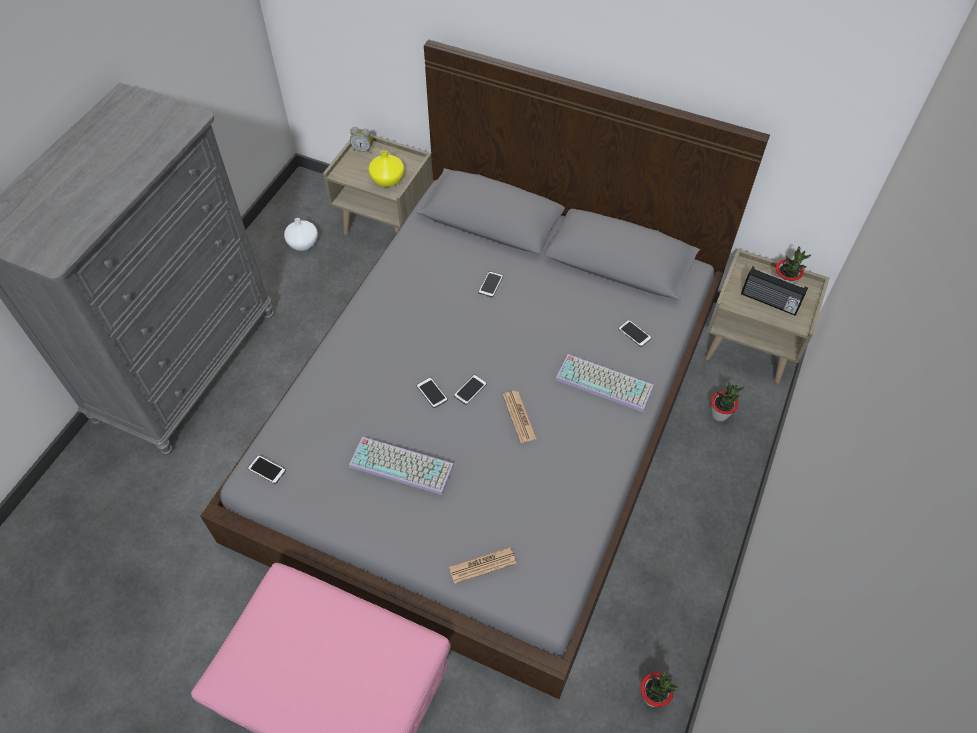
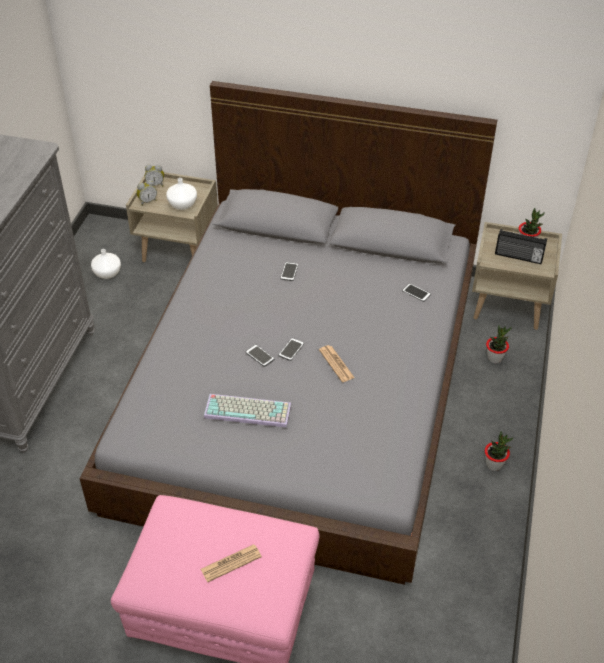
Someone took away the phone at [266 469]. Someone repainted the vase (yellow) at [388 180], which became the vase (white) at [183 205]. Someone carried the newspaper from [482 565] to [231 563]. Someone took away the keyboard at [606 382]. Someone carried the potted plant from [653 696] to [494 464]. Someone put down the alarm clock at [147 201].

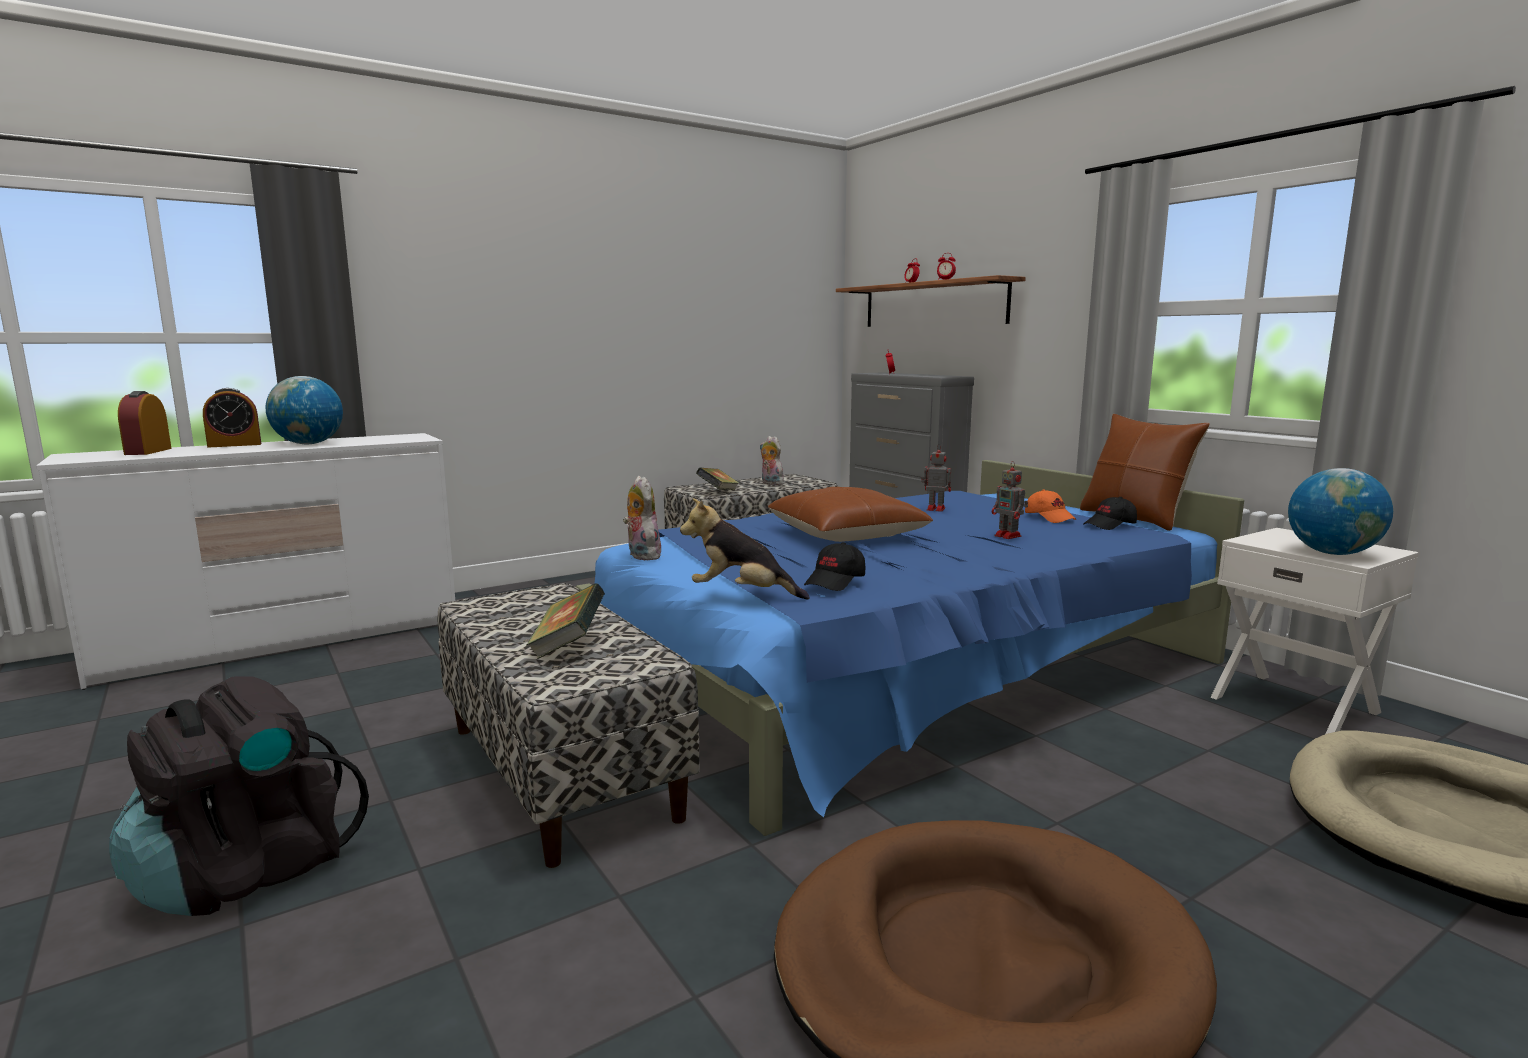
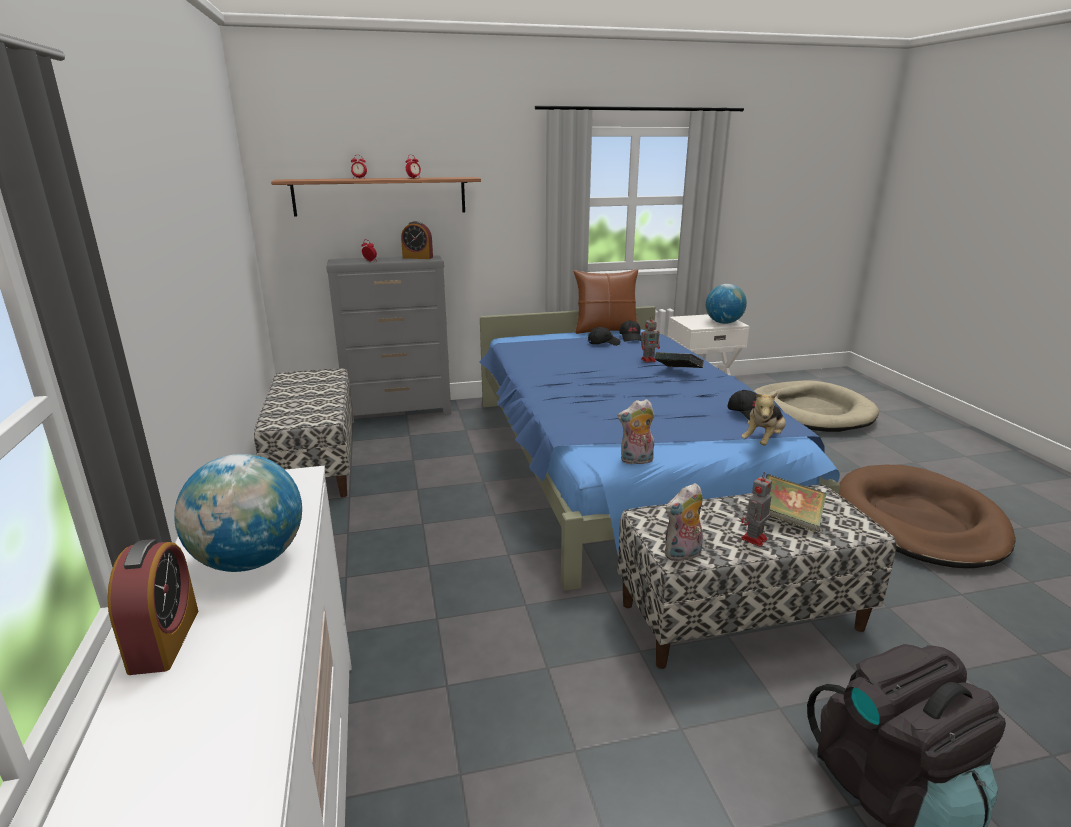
Someone carried the alarm clock from [148 451] to [417 257]. Someone carried the book from [718 492] to [678 372]. Someone carried the plush toy from [770 483] to [682 555]. Someone took away the pillow (brown) at [846 534]. Someone carried the toy robot from [934 509] to [753 539]. Someone repainted the cap (orange) at [1050 518], which became the cap (black) at [603 343].

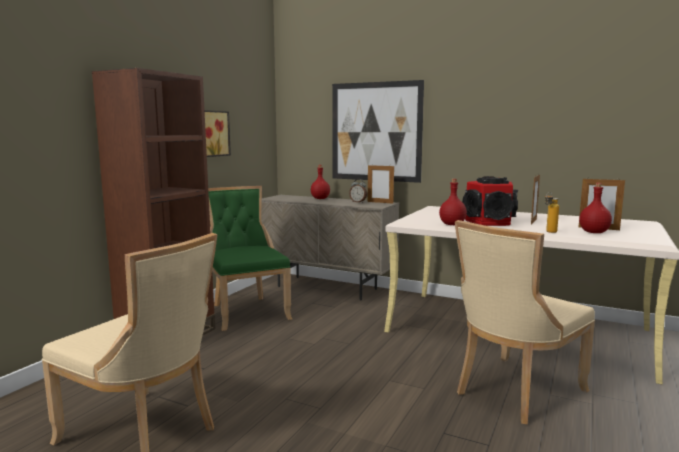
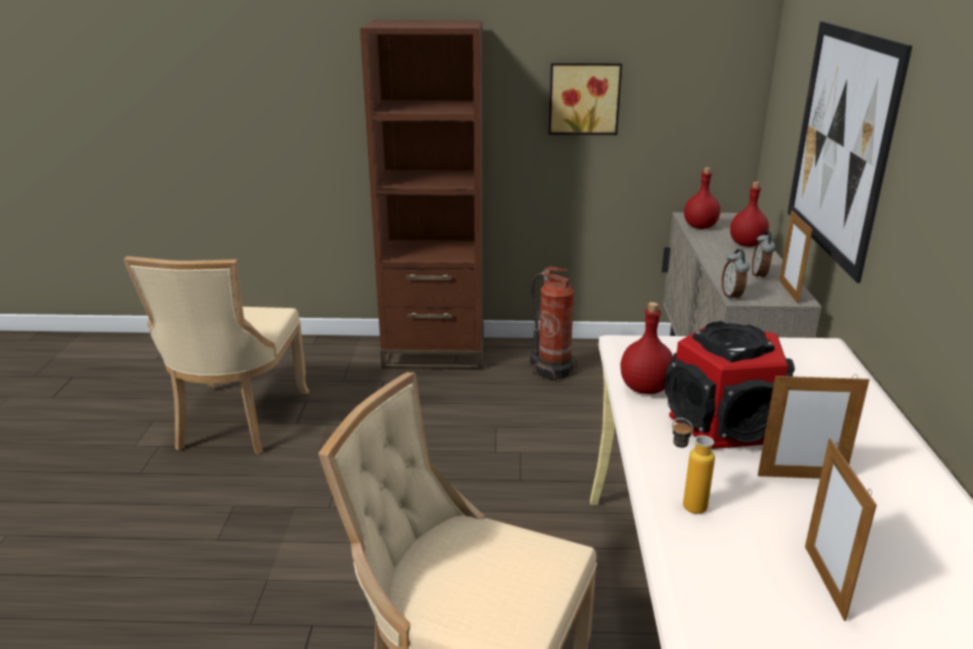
Someone swapped the chair (green) at [247 311] for the fire extinguisher at [552 370]. Someone carried the bottle (red) from [593 232] to [700 227]. Someone put down the alarm clock at [732 296].

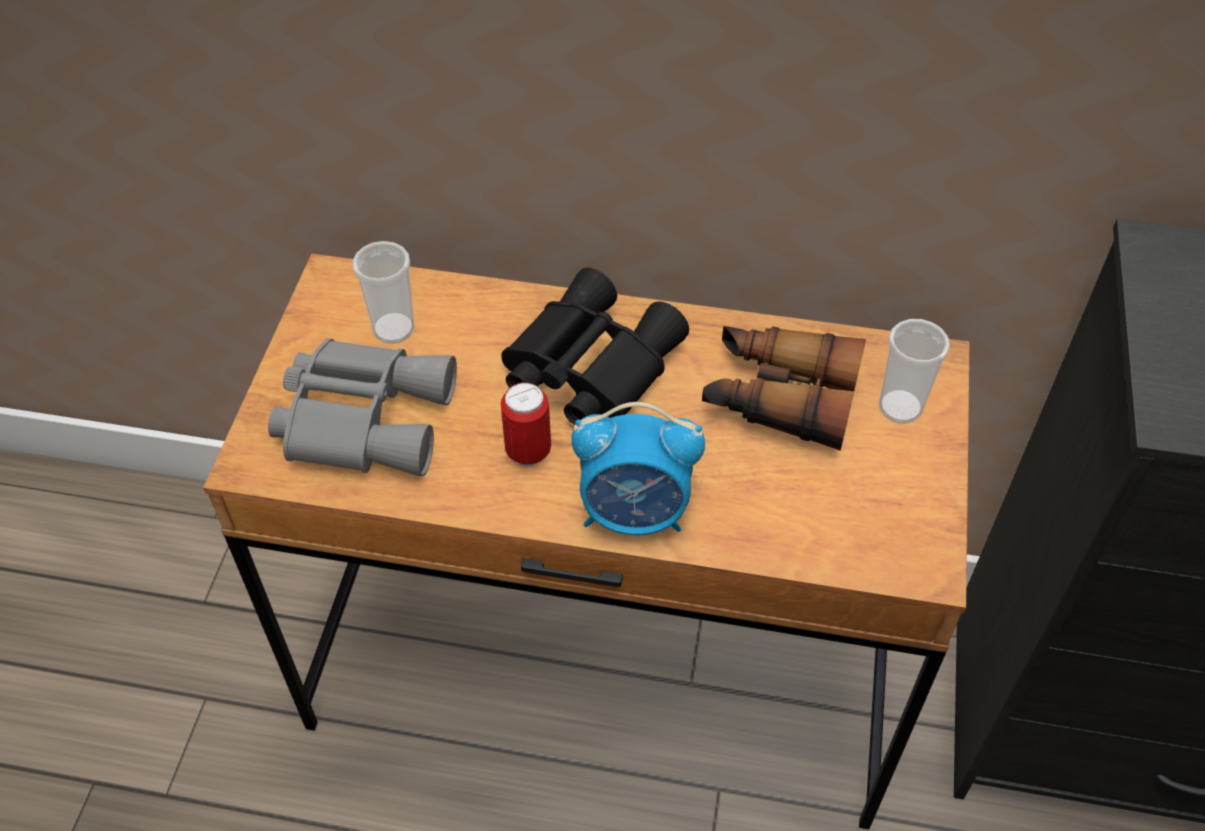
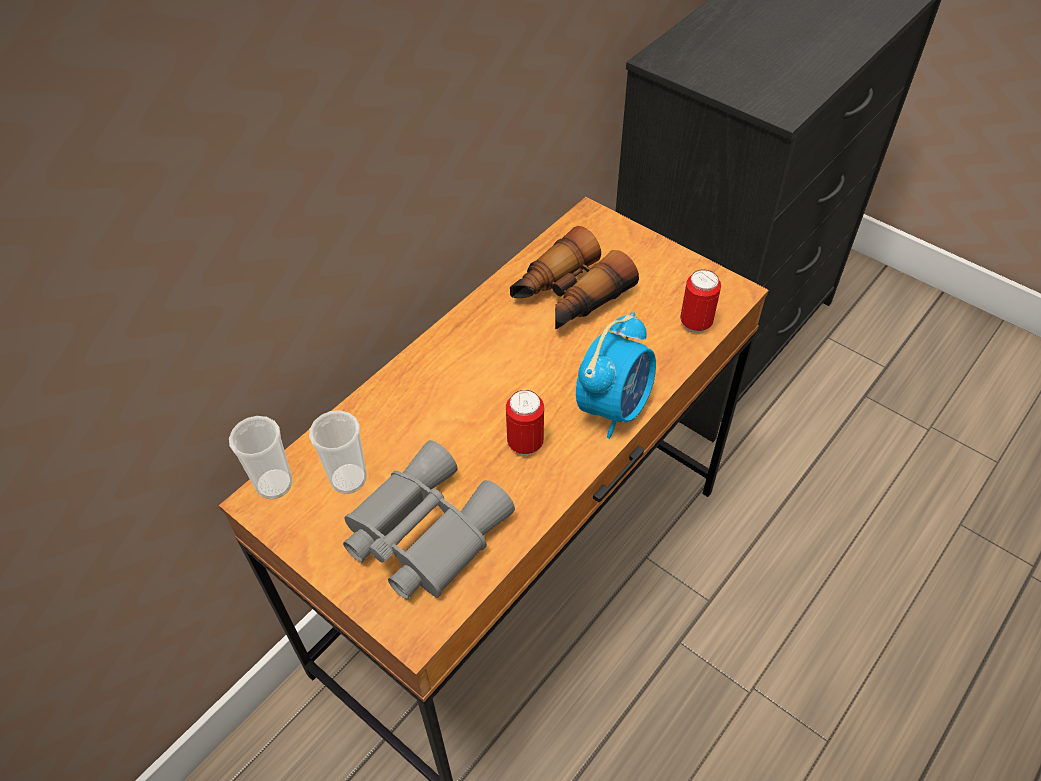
Someone took away the binoculars (black) at [586 366]. Someone carried the cup from [900 407] to [274 484]. Someone put down the can at [695 323].

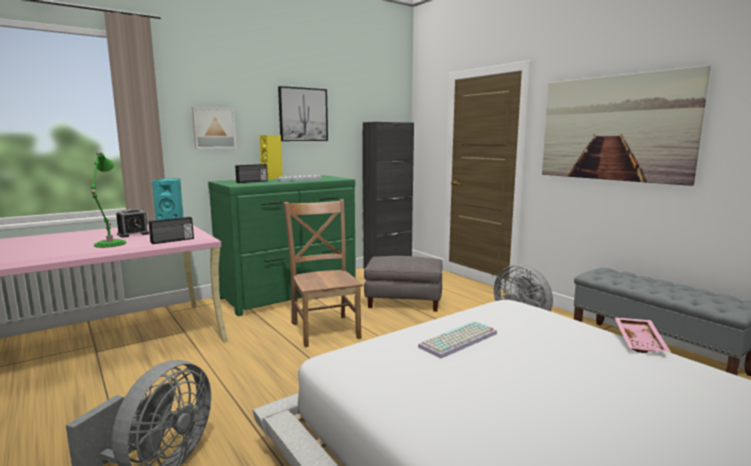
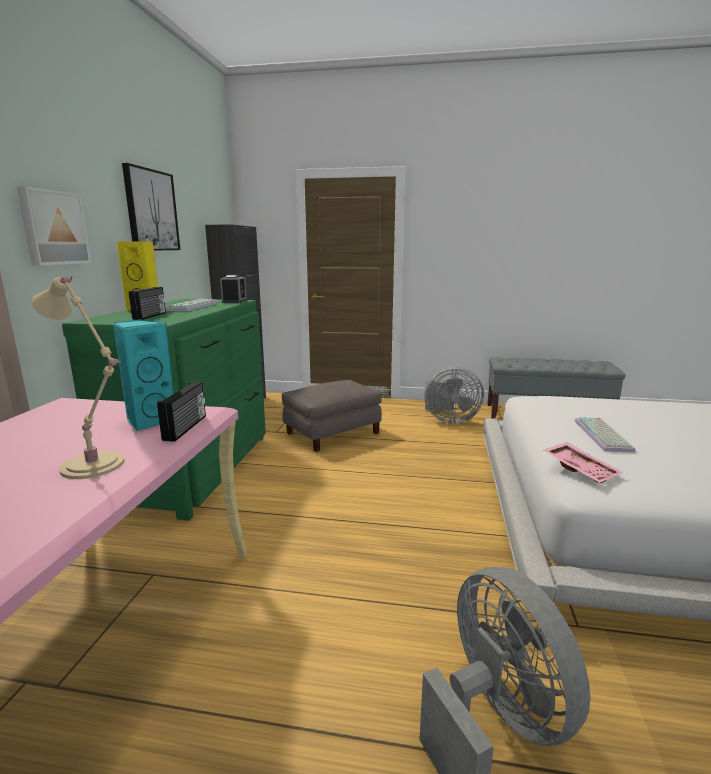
Someone repainted the table lamp (green) at [109 244], which became the table lamp (beige) at [95 467]. Someone carried the alarm clock from [133 234] to [234 301]. Someone took away the chair (brown) at [325 329]. Someone took away the picture at [614 128]. Someone carried the tray (pink) from [641 342] to [581 469].

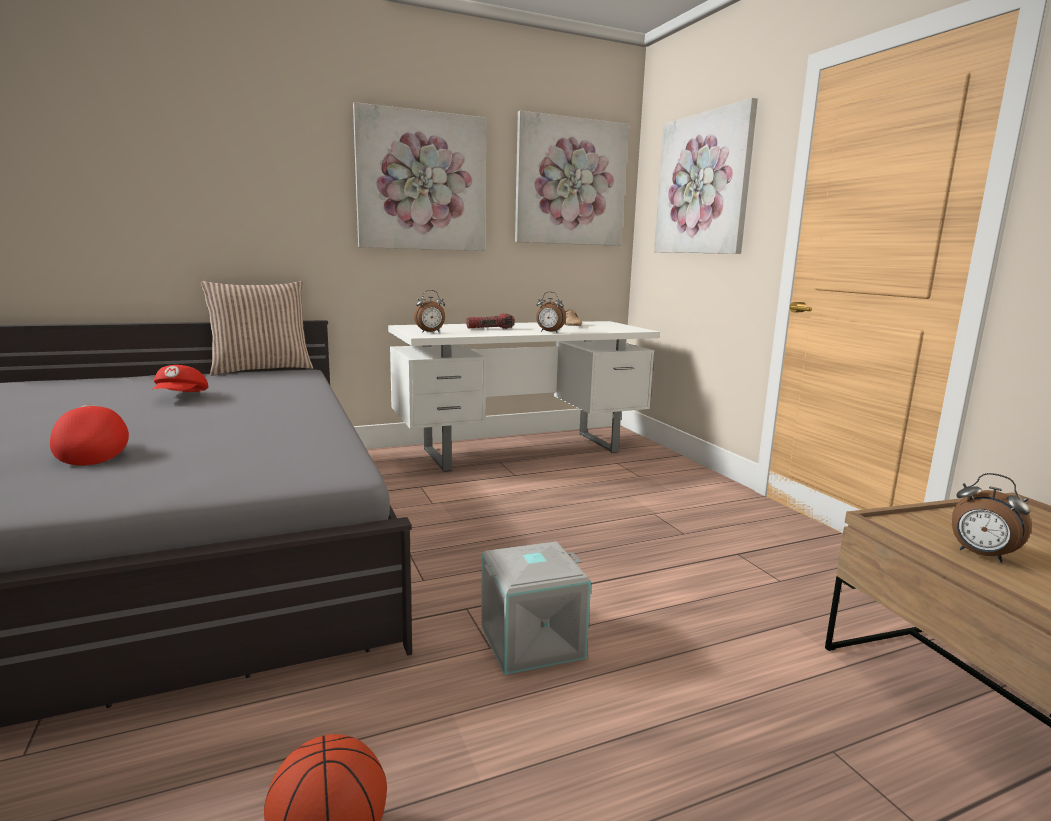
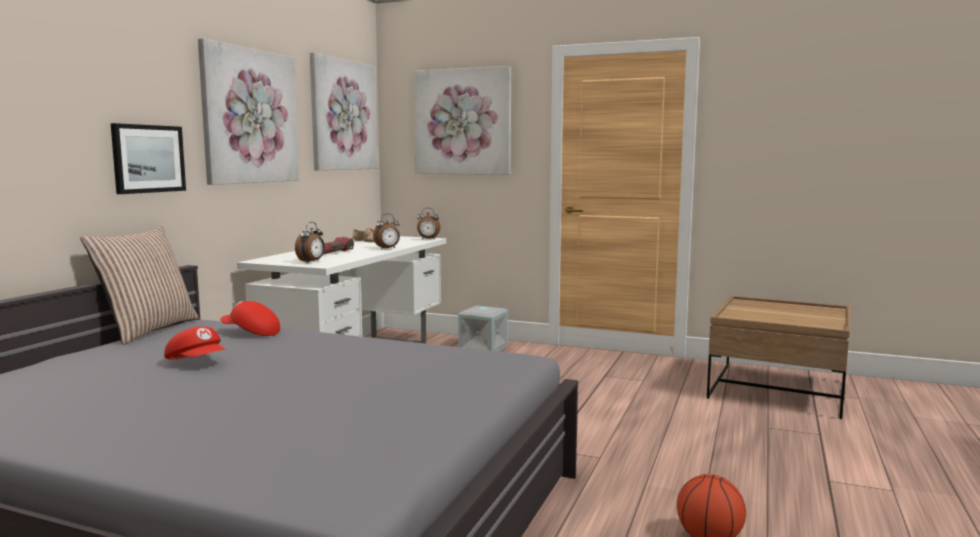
Someone carried the cap (red) from [92 453] to [251 333]. Someone carried the storage box (grey) from [531 642] to [484 348]. Someone carried the alarm clock from [980 555] to [428 239]. Someone put up the picture at [148 158].

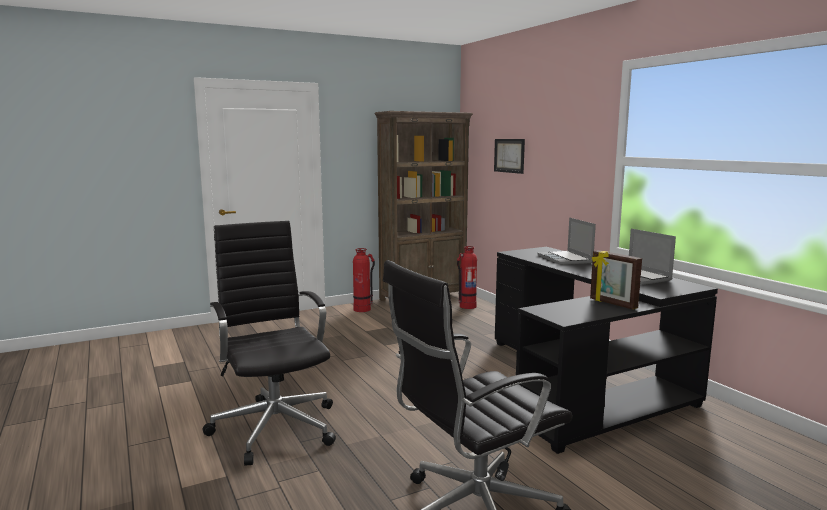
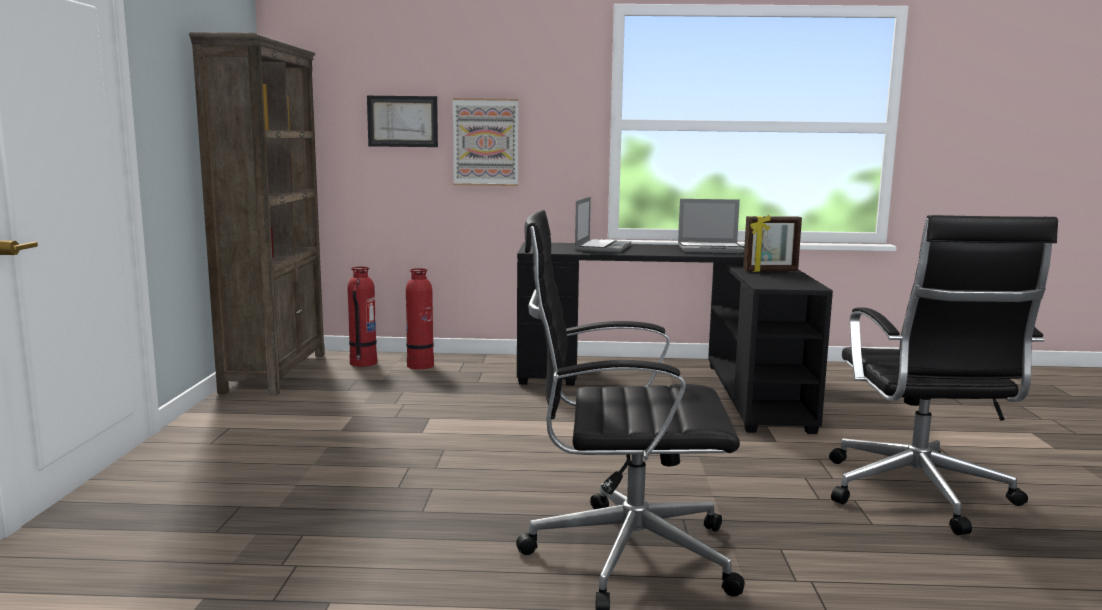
Someone carried the fire extinguisher from [362 309] to [421 365]. Someone rotated the laptop at [566 259] by 90 degrees counterclockwise. Someone put up the picture at [485 142].

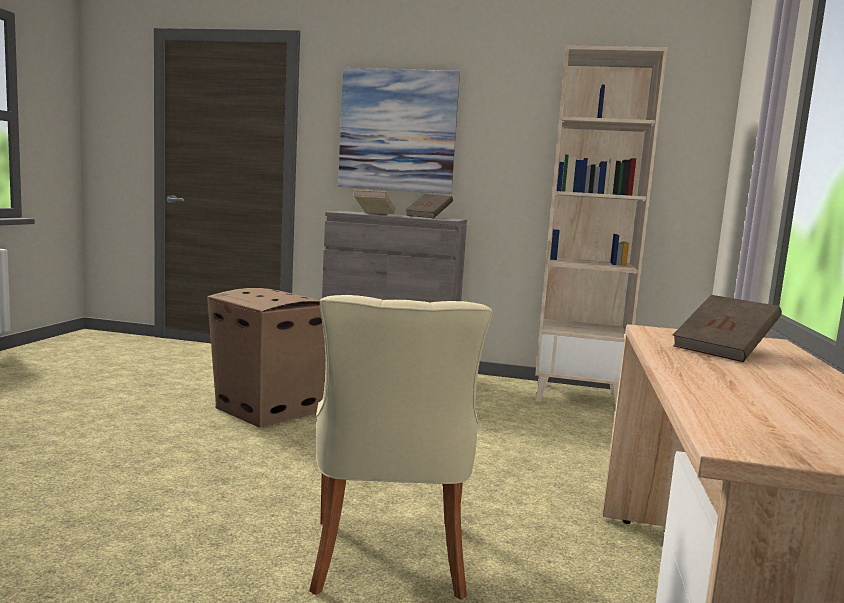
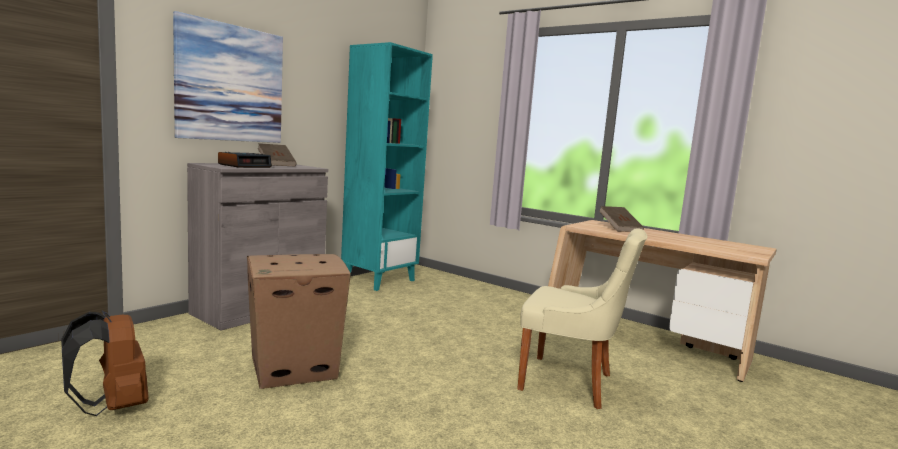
Someone swapped the book (beige) at [374 213] for the alarm clock at [245 166]. Someone repainted the bookcase (beige) at [577 396], which became the bookcase (turquoise) at [379 280]. Someone put down the backpack (brown) at [113 406].

